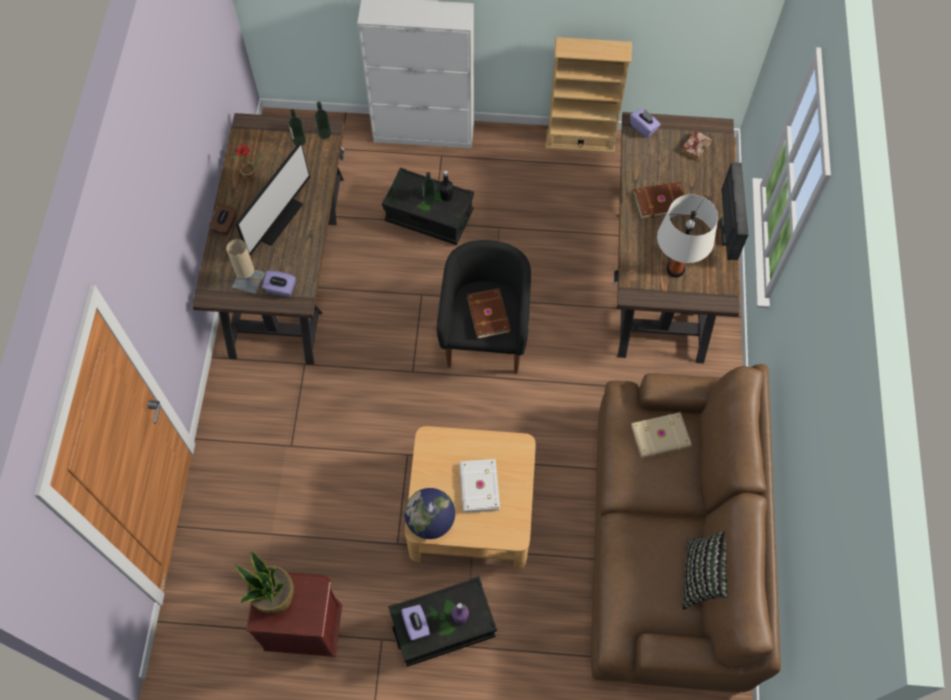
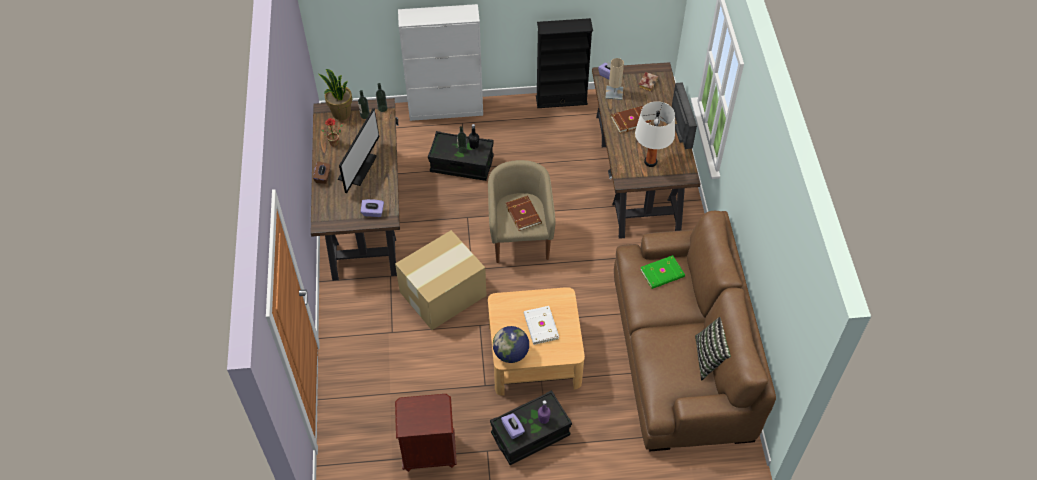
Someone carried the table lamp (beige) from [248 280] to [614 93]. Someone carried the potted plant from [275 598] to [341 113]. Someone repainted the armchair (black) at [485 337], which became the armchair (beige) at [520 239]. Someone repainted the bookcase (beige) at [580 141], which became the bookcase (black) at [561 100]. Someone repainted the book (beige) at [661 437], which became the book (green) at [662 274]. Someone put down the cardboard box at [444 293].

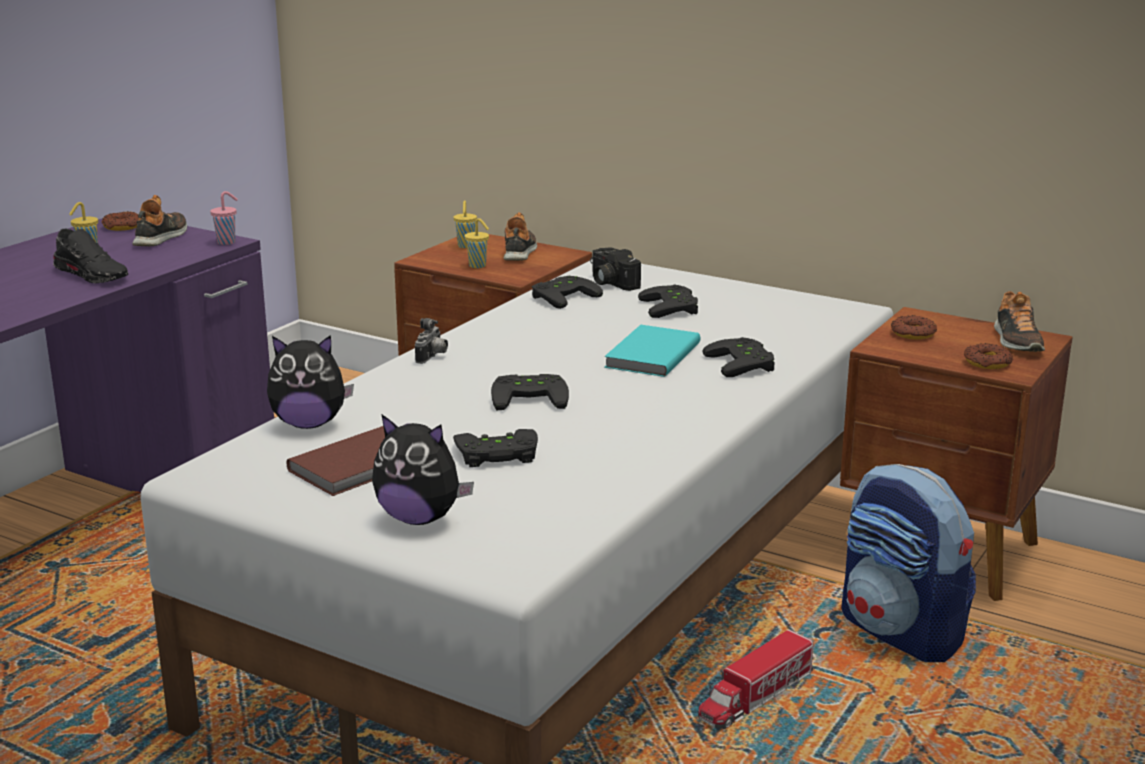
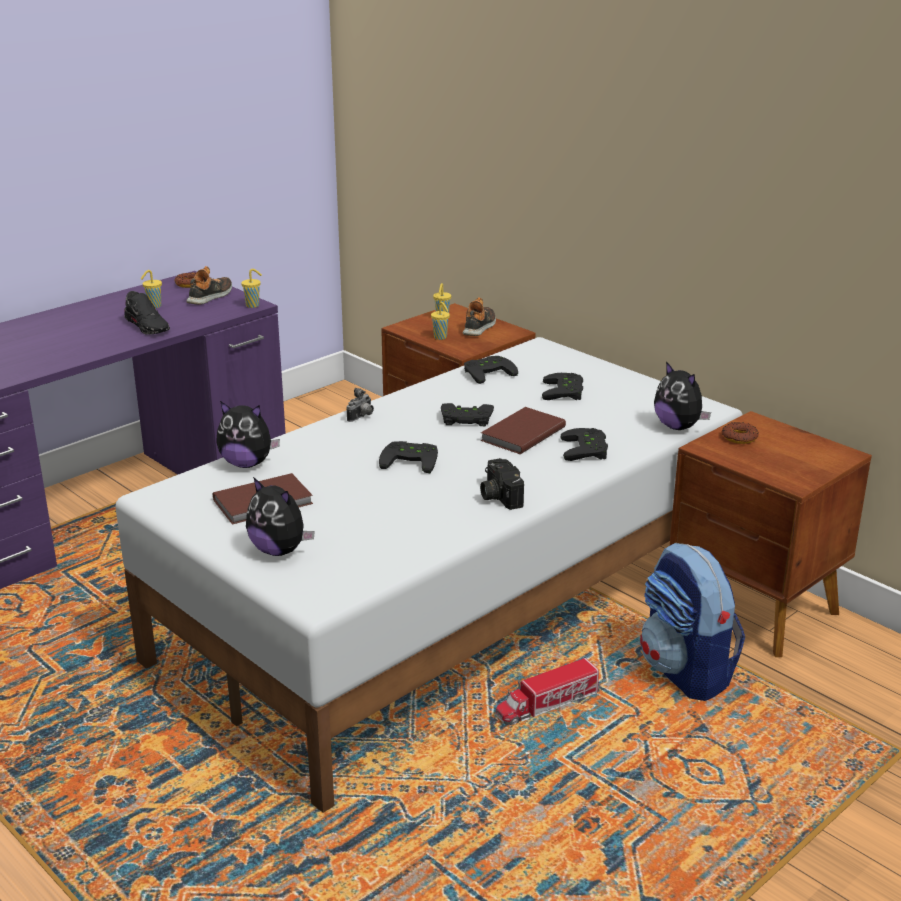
Someone repainted the cup (pink) at [227 242], which became the cup (yellow) at [253 305]. Someone carried the game controller (black) from [497 455] to [466 419]. Someone carried the photo camera from [610 283] to [498 496]. Someone repainted the book (turquoise) at [650 355], which became the book (brown) at [521 434]. Someone took away the donut at [987 362]. Someone took away the shoe at [1016 341]. Someone put down the plush toy at [678 426].

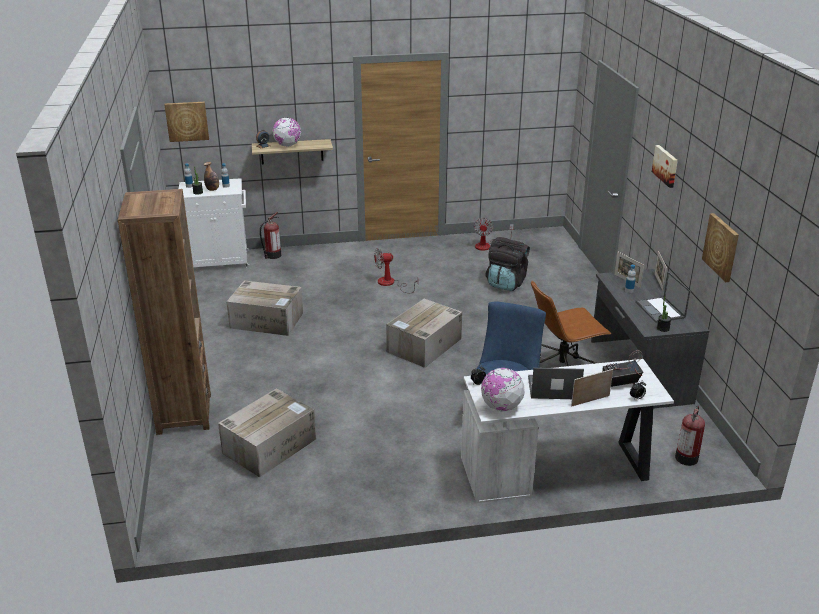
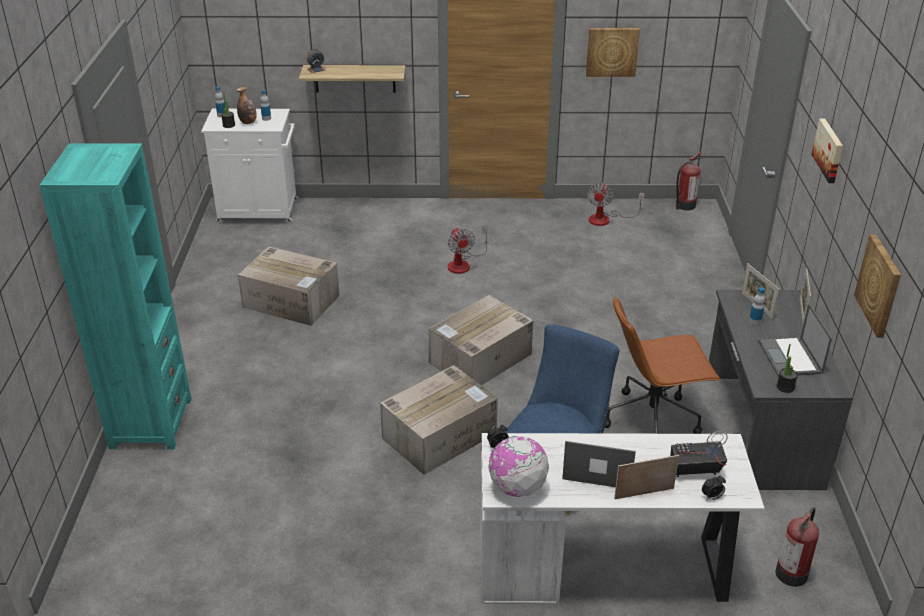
Someone repainted the bookcase (brown) at [184 413], which became the bookcase (turquoise) at [150 423]. Someone carried the picture from [187 121] to [612 51]. Someone carried the cardboard box from [270 445] to [440 435]. Someone carried the fire extinguisher from [272 255] to [684 206]. Someone took away the globe at [288 145]. Someone rotated the fan at [391 283] by 105 degrees counterclockwise. Someone took away the backpack (black) at [506 283].

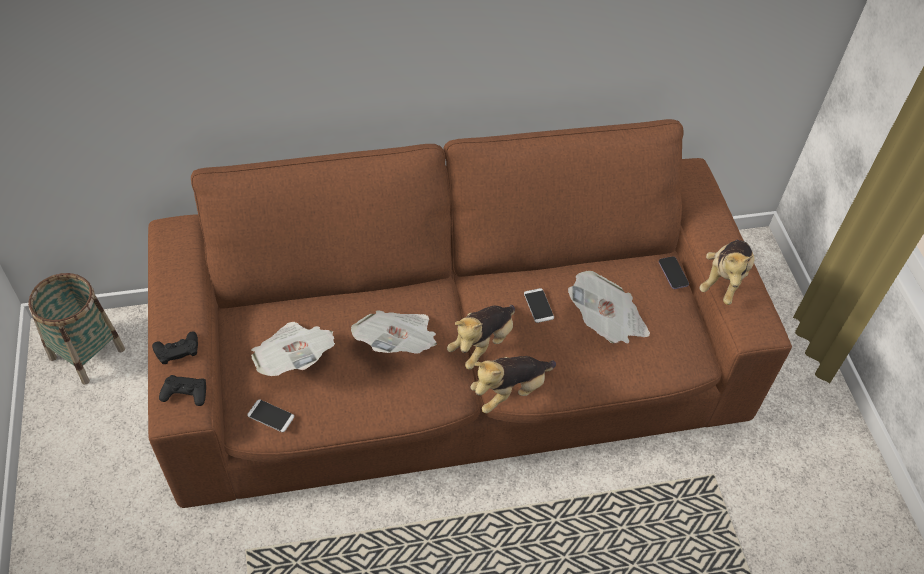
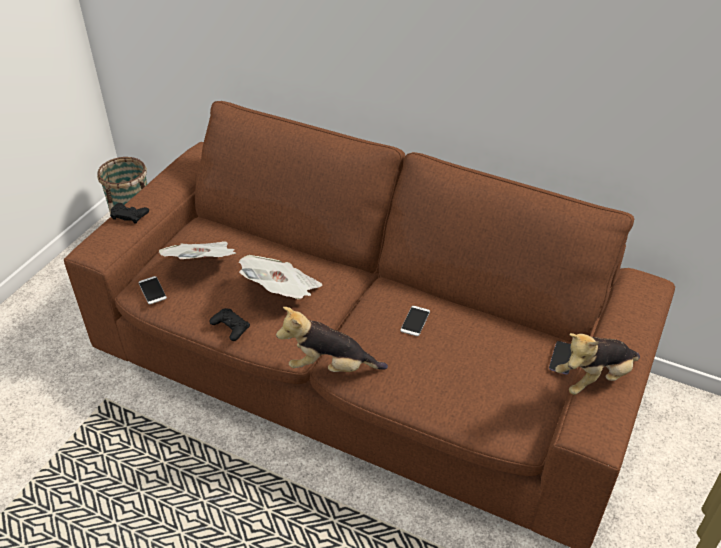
Someone carried the game controller (black) from [185 393] to [230 327]. Someone took away the plush toy at [482 344]. Someone took away the newspaper at [606 322].

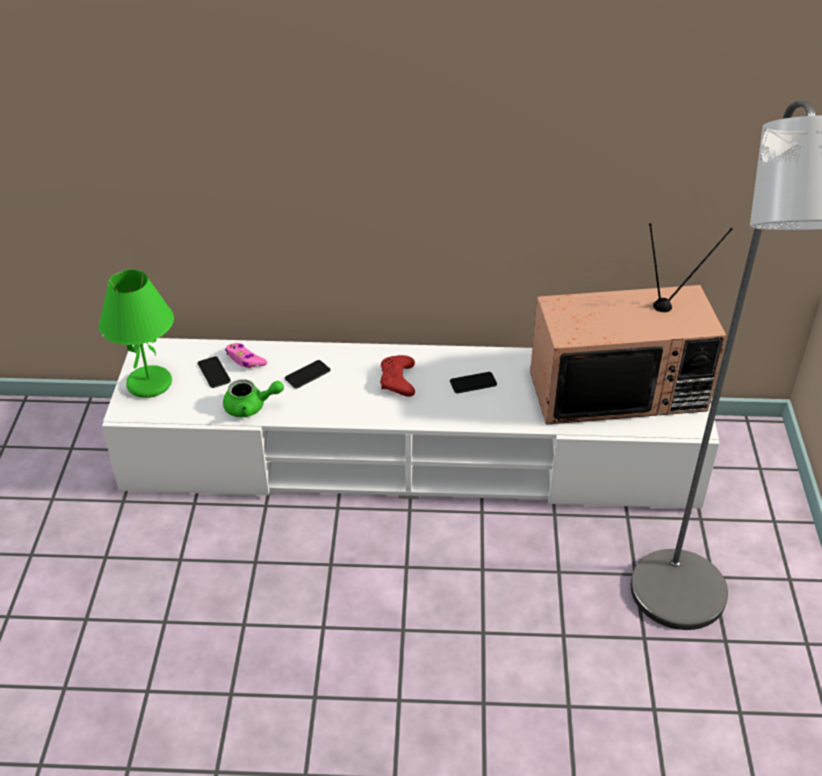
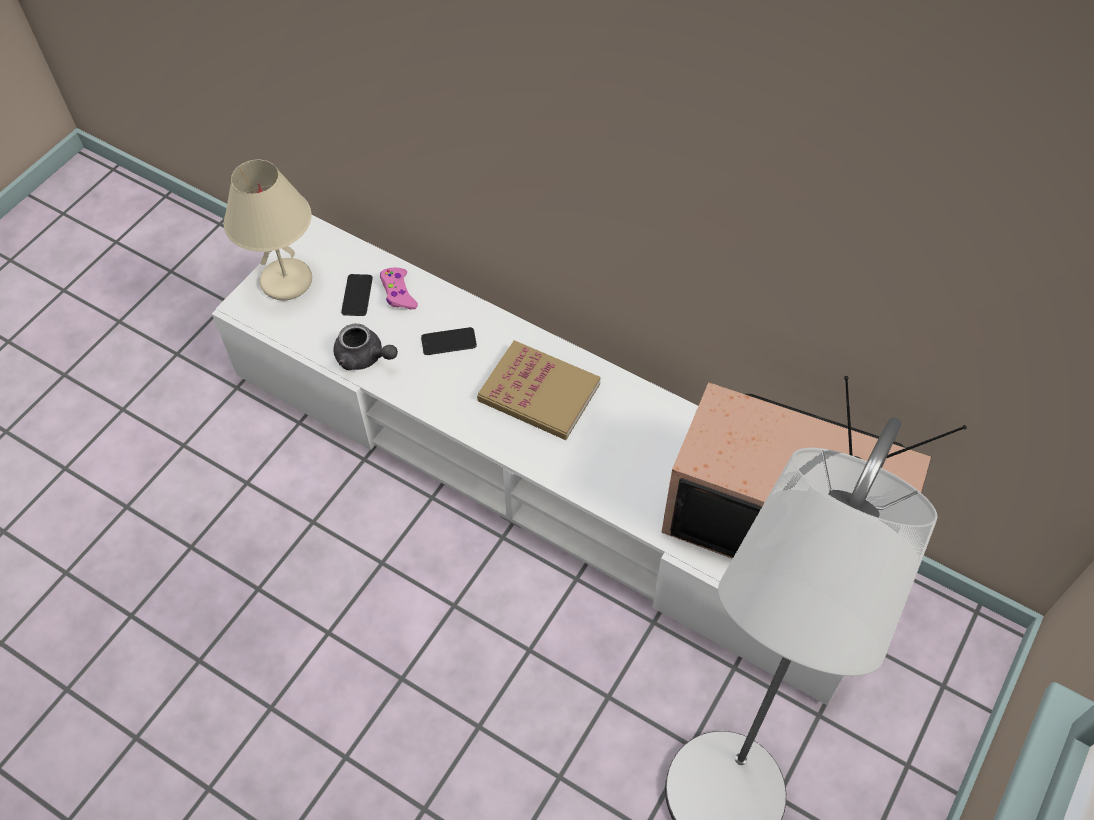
Someone repainted the table lamp (green) at [149 383], which became the table lamp (beige) at [287 280]. Someone repainted the teapot (green) at [251 407], which became the teapot (grey) at [364 358]. Someone swapped the game controller (red) at [397 380] for the book at [539 393]. Someone took away the phone at [473 383].

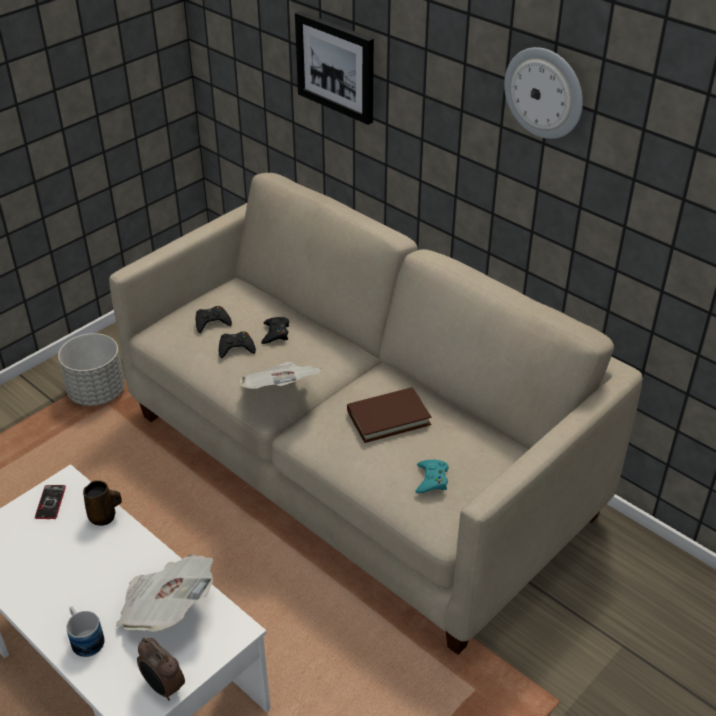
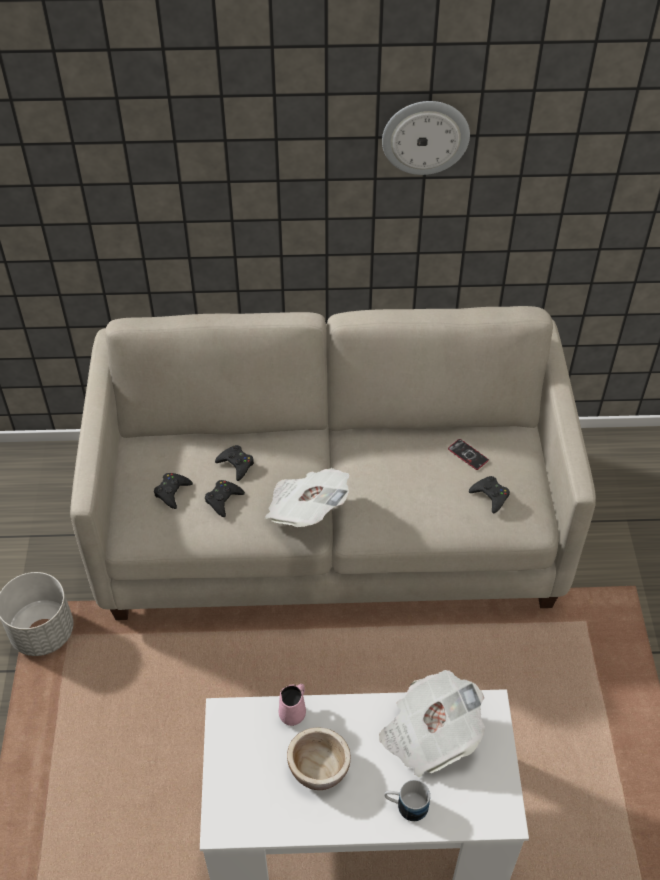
Someone carried the phone from [50 502] to [468 455]. Someone repainted the mug (brown) at [104 517], which became the mug (pink) at [293 713]. Someone took away the alarm clock at [163 687]. Someone took away the picture at [336 66]. Someone took away the book (brown) at [388 418]. Someone repainted the game controller (turquoise) at [431 480], which became the game controller (black) at [490 496]. Someone put down the bowl at [319 768].

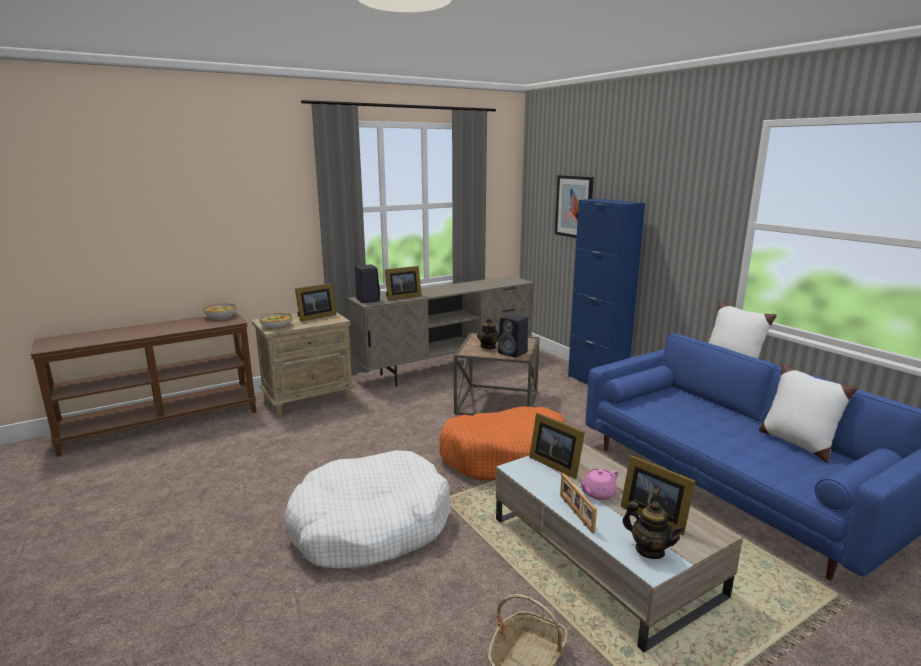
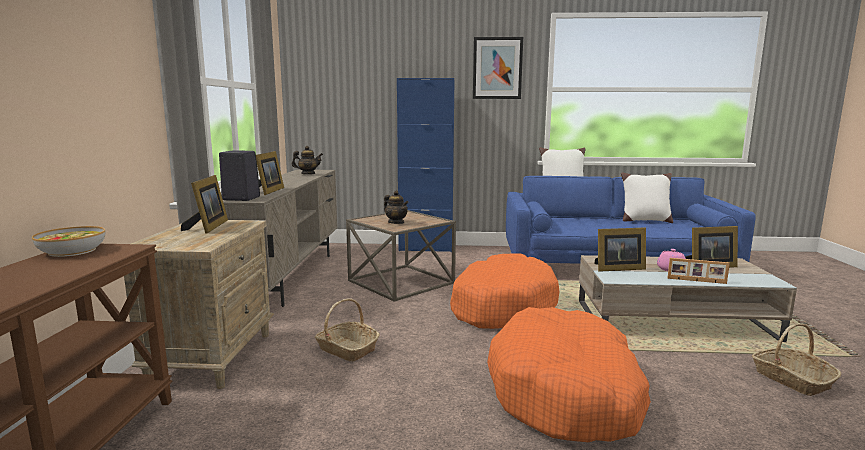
Someone took away the bowl at [277 326]. Someone repainted the dog bed (white) at [370 526], which became the dog bed (orange) at [566 392]. Someone took away the speaker (black) at [513 353]. Someone carried the picture from [574 206] to [497 68]. Someone carried the teapot from [649 550] to [308 174]. Someone put down the basket at [347 349].

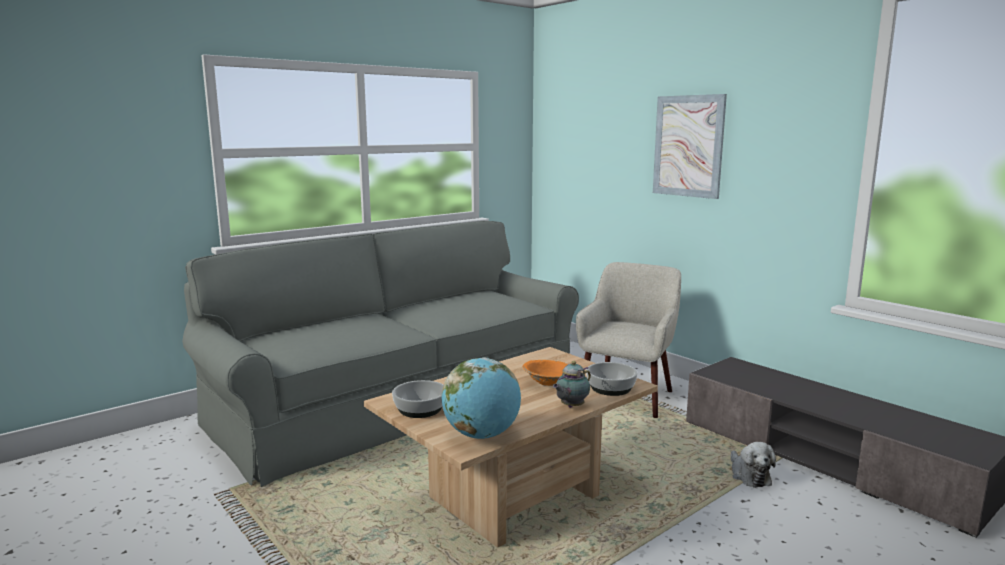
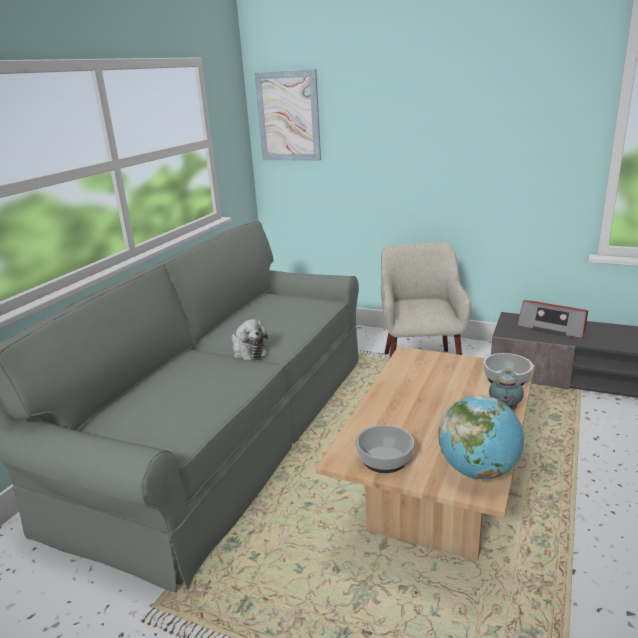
Someone took away the bowl (orange) at [548 382]. Someone carried the picture from [688 146] to [288 116]. Someone carried the plush toy from [749 475] to [248 351]. Someone put down the radio at [552 327].

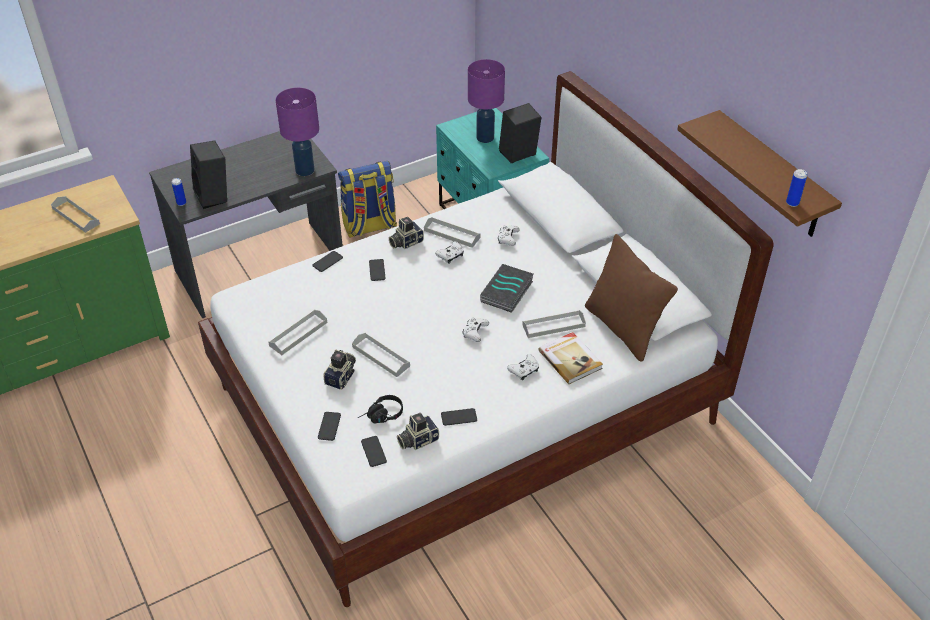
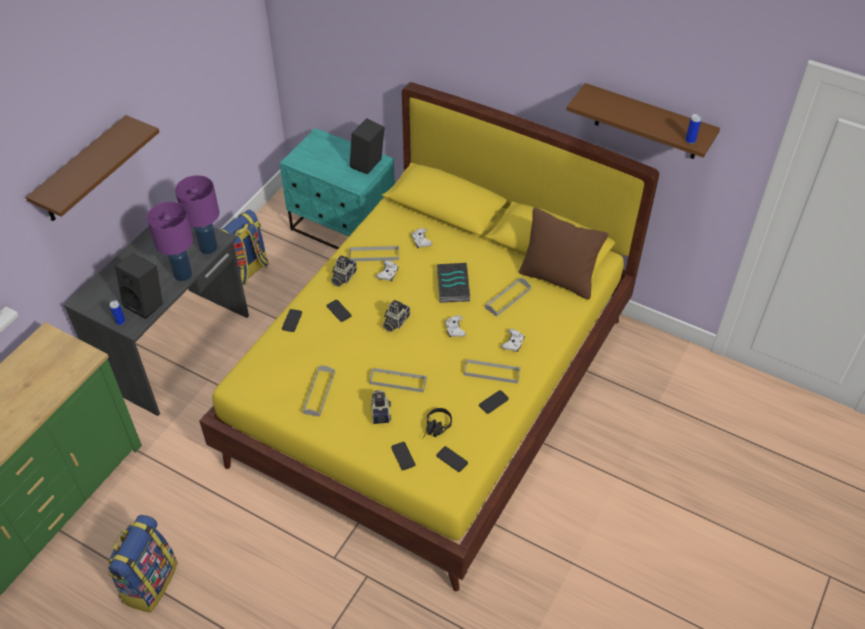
Someone carried the tray (grey) from [76 216] to [492 372]. Someone repainted the bed (white) at [466 406], which became the bed (yellow) at [433 390]. Someone carried the photo camera from [417 440] to [395 322]. Someone carried the table lamp (purple) from [485 137] to [182 274]. Someone took away the book at [570 359]. Someone put up the shelf (brown) at [83 171]. Someone put down the backpack at [149 582].

